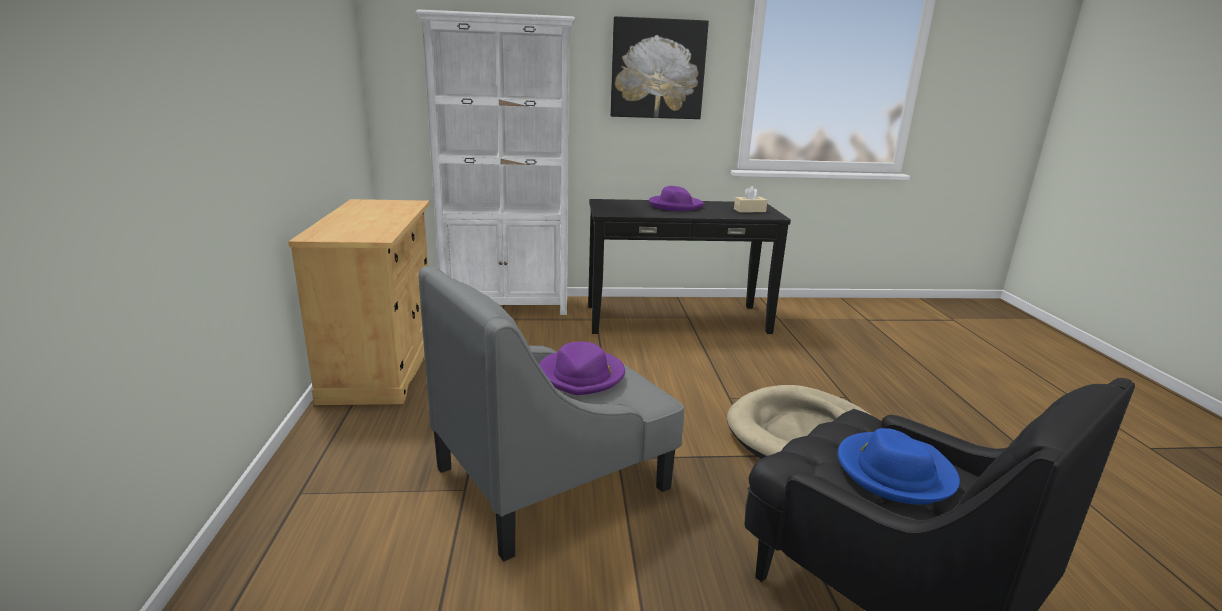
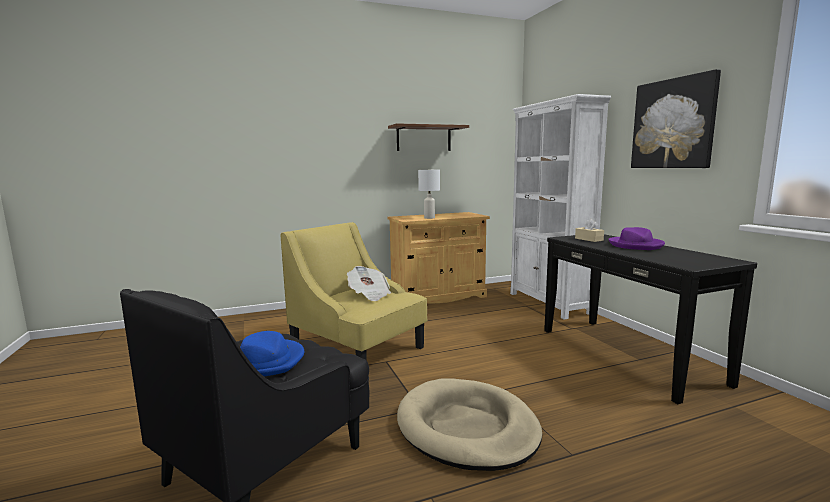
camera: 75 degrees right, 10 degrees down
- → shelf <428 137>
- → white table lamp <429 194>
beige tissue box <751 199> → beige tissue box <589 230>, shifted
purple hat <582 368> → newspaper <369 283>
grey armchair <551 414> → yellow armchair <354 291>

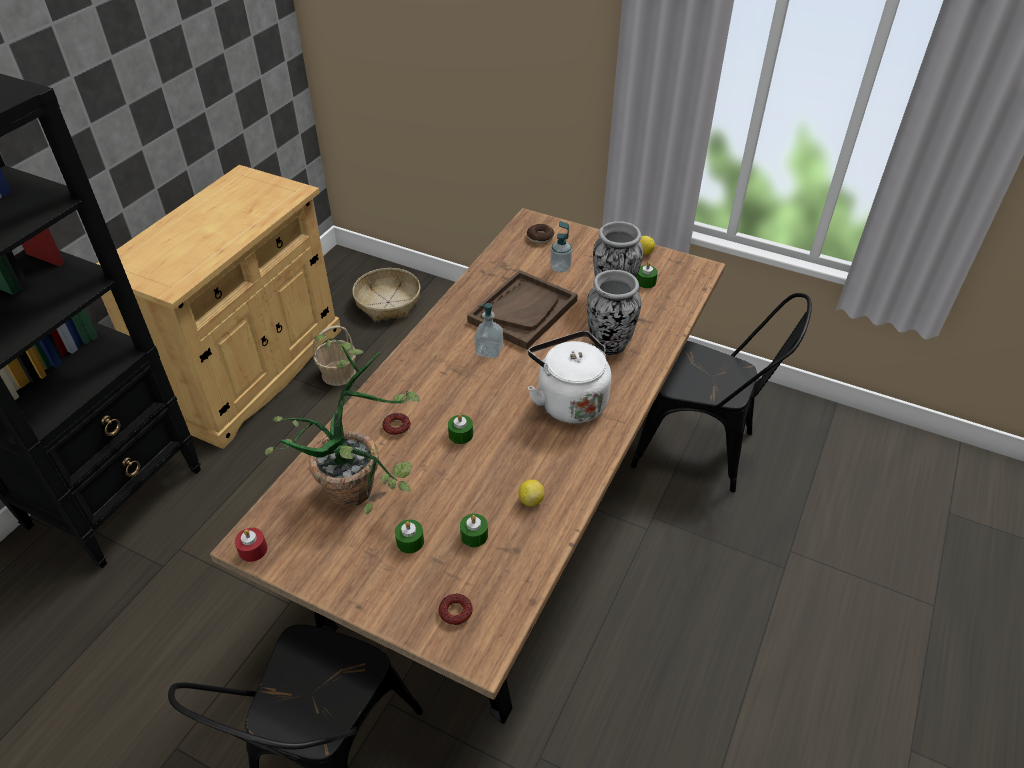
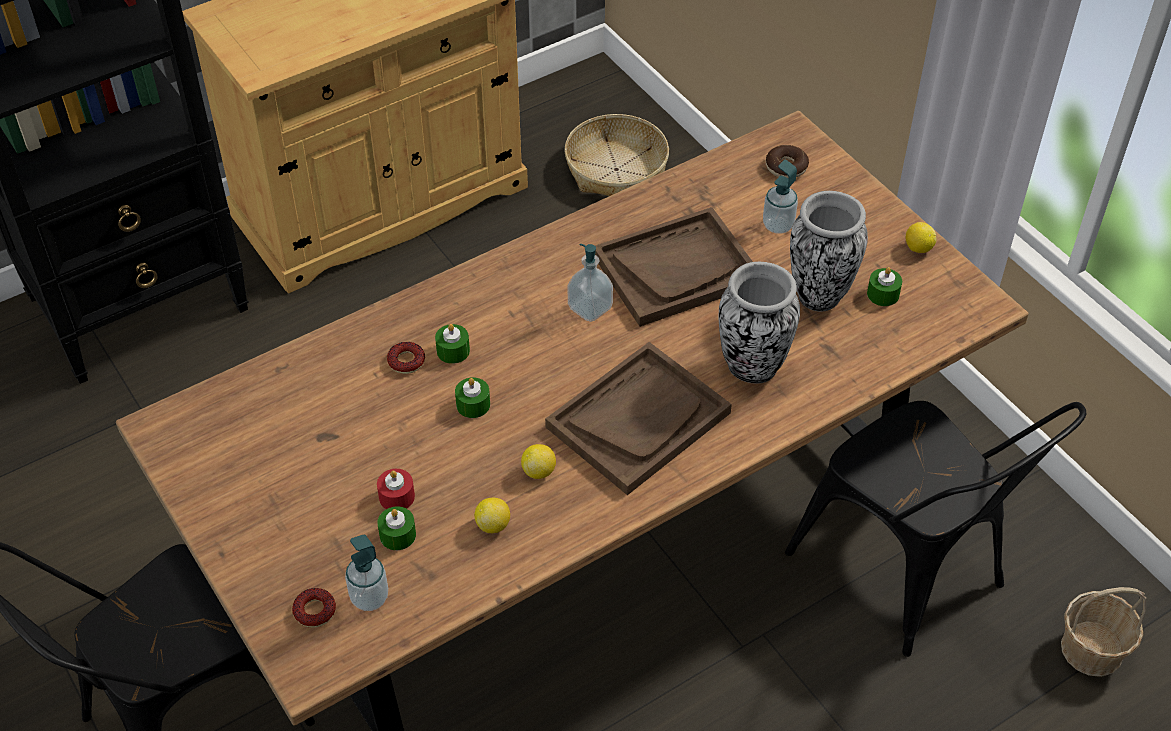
camera: 30 degrees right, 5 degrees up
potted plant <342 424> → -
- → soap dispenser <366 573>
- → lemon <538 461>
red candle <251 545> → red candle <396 489>, shifted
basket <334 356> → basket <1103 632>, shifted
green candle <409 536> → green candle <452 344>, shifted
white kettle <569 377> → brown tray <638 418>

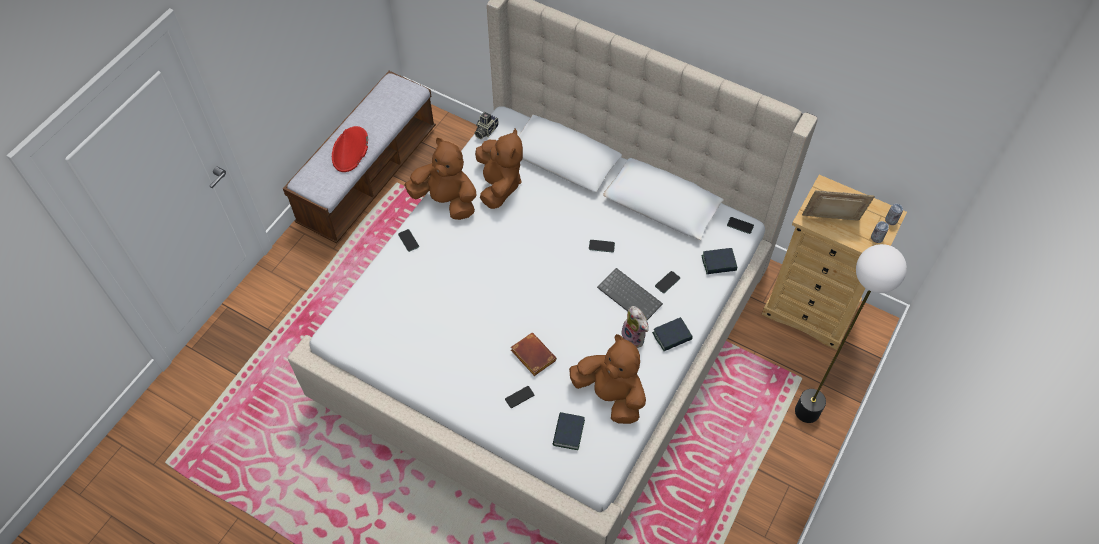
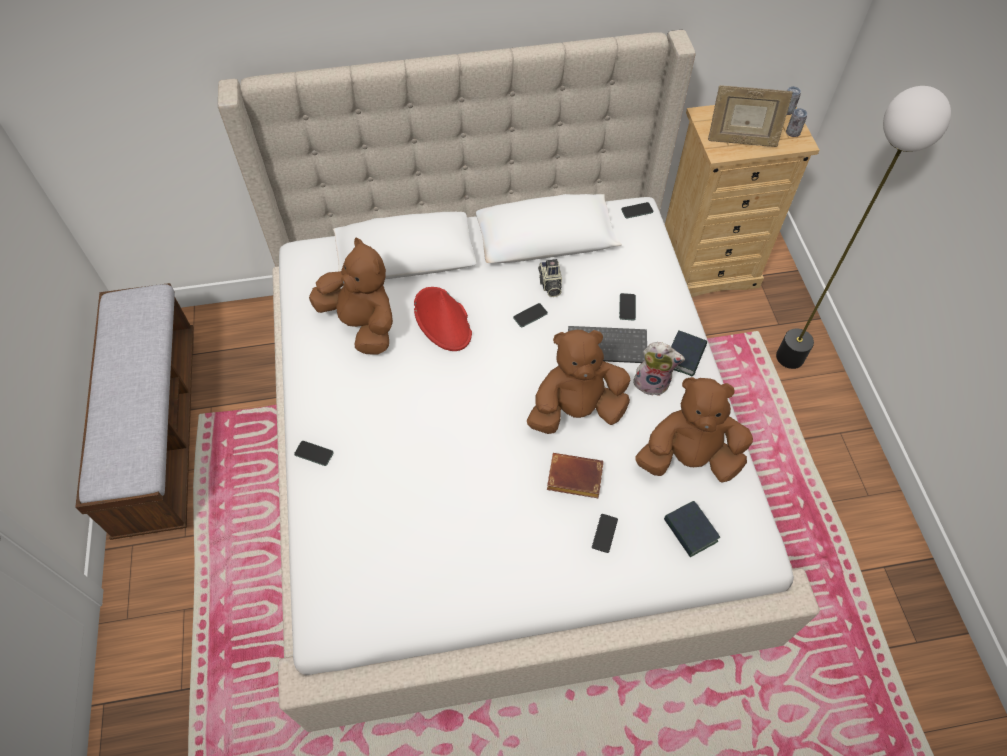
camera: 40 degrees left, 0 degrees up
book <719 261> → -
red hat <350 149> → red hat <443 319>, shifted
brown plush toy <440 179> → brown plush toy <578 382>, shifted
photo camera <486 125> → photo camera <550 278>, shifted
picture frame <838 205> → picture frame <750 116>, 135 degrees counterclockwise

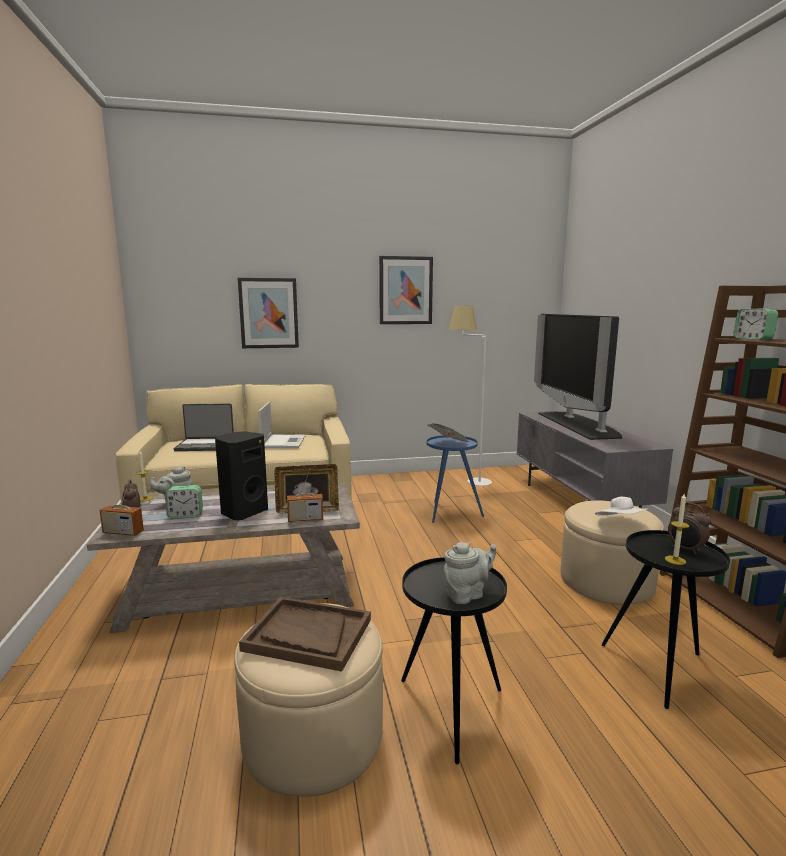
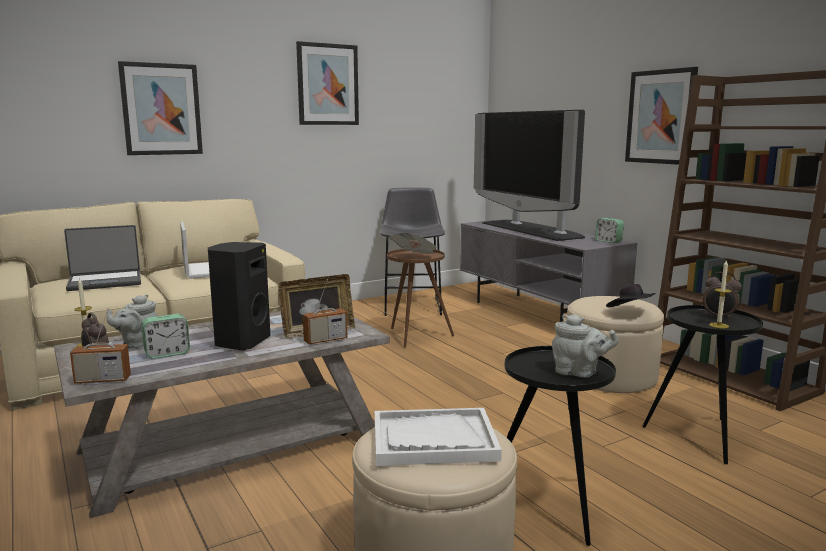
camera: 20 degrees left, 0 degrees up
- → picture <661 116>
alarm clock <756 324> → alarm clock <609 230>, shifted
white floor lamp <470 396> → grey stool <412 251>
brown tray <305 634> → white tray <438 437>
blue side table <455 479> → brown side table <420 298>
white hat <621 506> → black hat <630 295>
grey teapot <470 573> → grey teapot <585 346>, 75 degrees clockwise

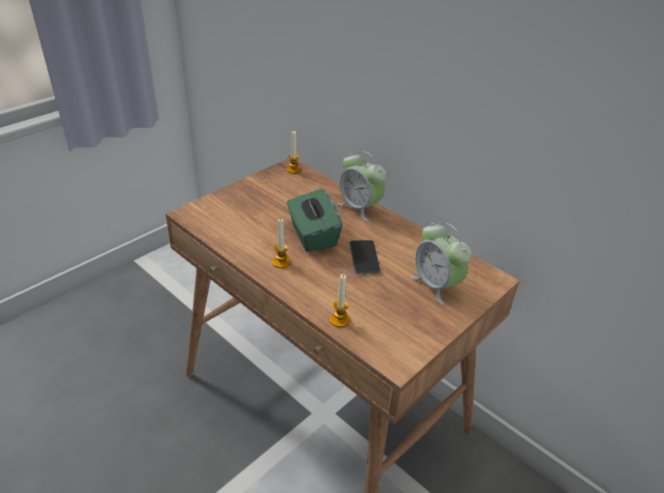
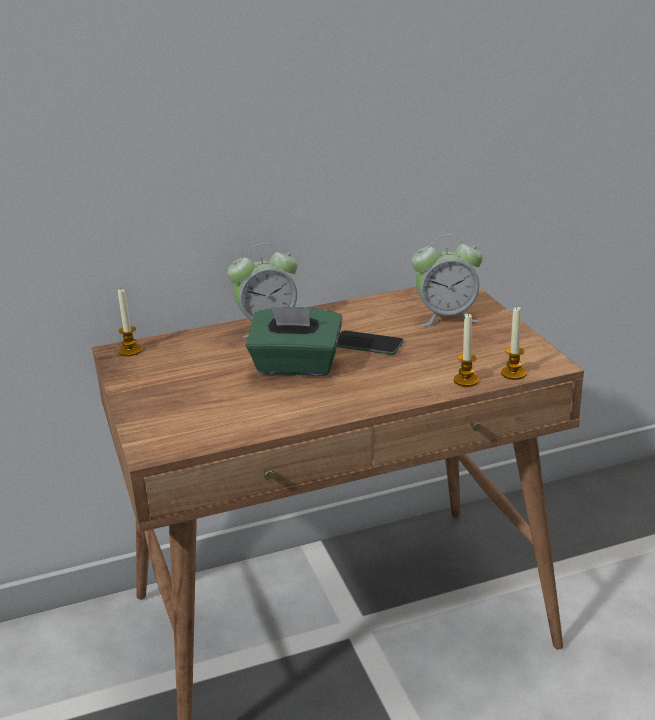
camera: 60 degrees left, 10 degrees down
candle <281 243> → candle <514 343>, shifted

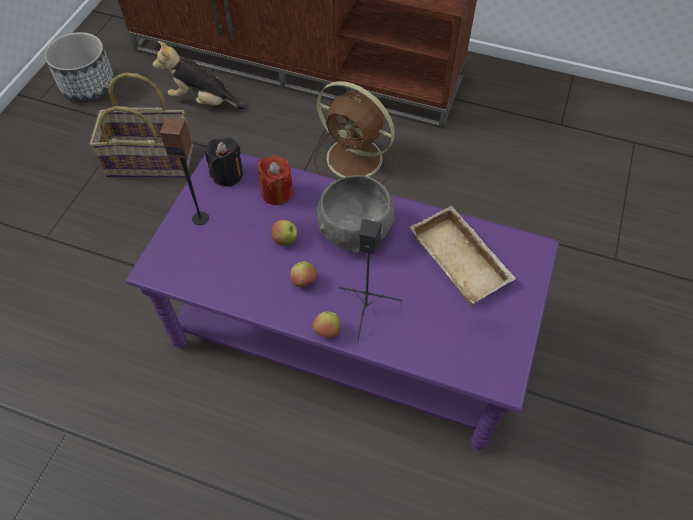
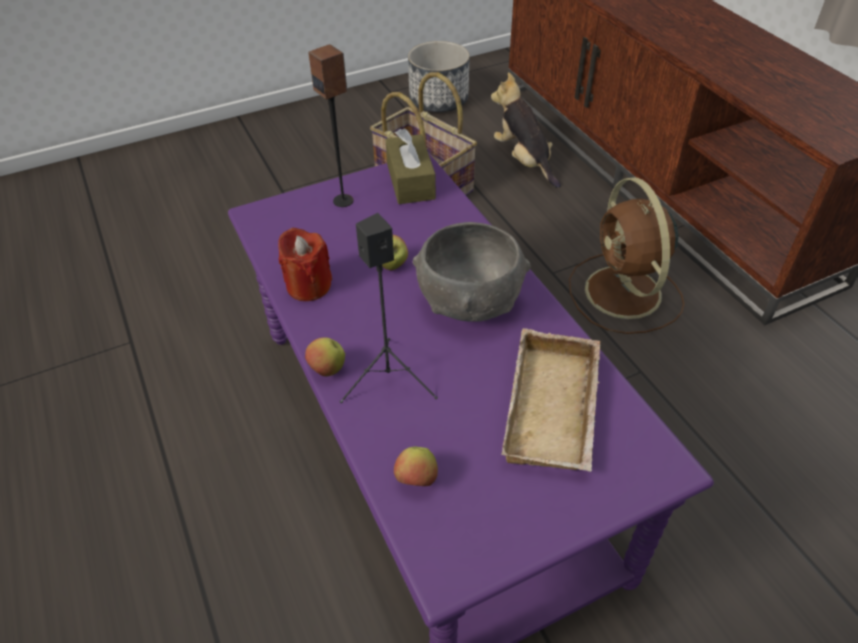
camera: 45 degrees right, 10 degrees down
red candle <275 180> → red candle <305 264>, shifted
apple <304 274> → apple <416 466>, shifted
black candle <224 162> → brown tissue box <410 166>

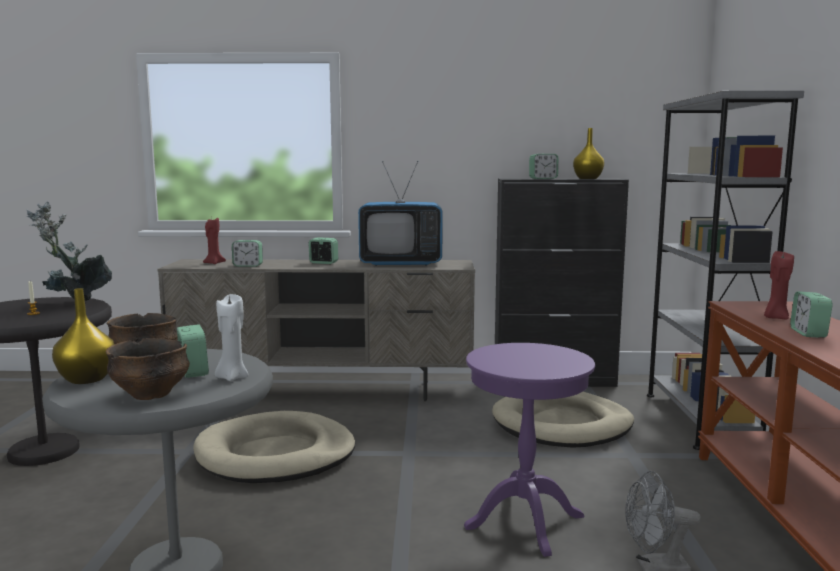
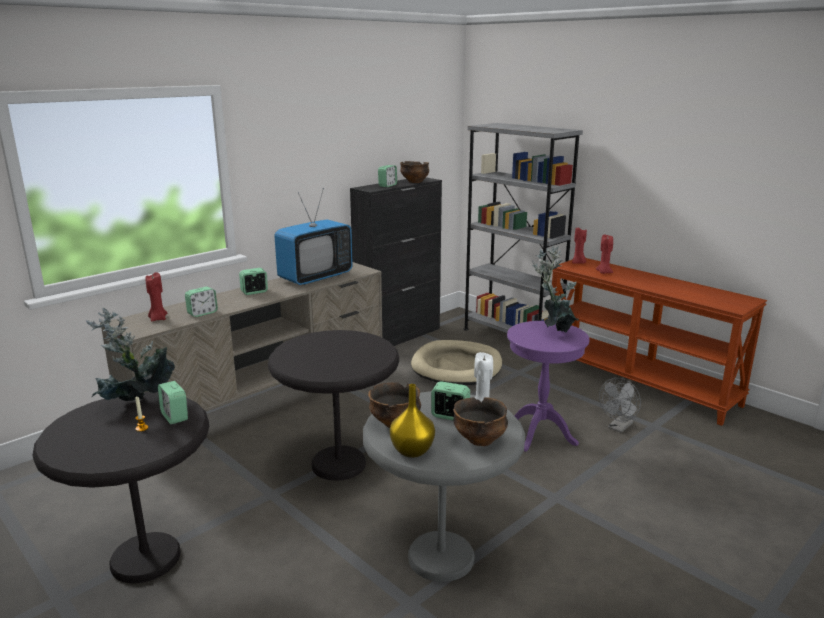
camera: 45 degrees left, 10 degrees up
- → potted plant <555 289>
- → red candle <579 246>
alarm clock <811 314> → alarm clock <173 402>, shifted
beige dog bed <274 447> → black side table <333 405>
yellow vase <588 153> → bowl <414 172>

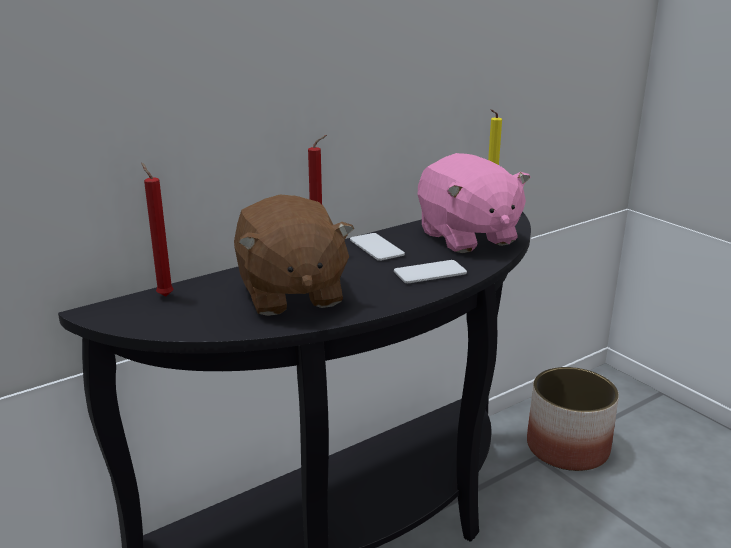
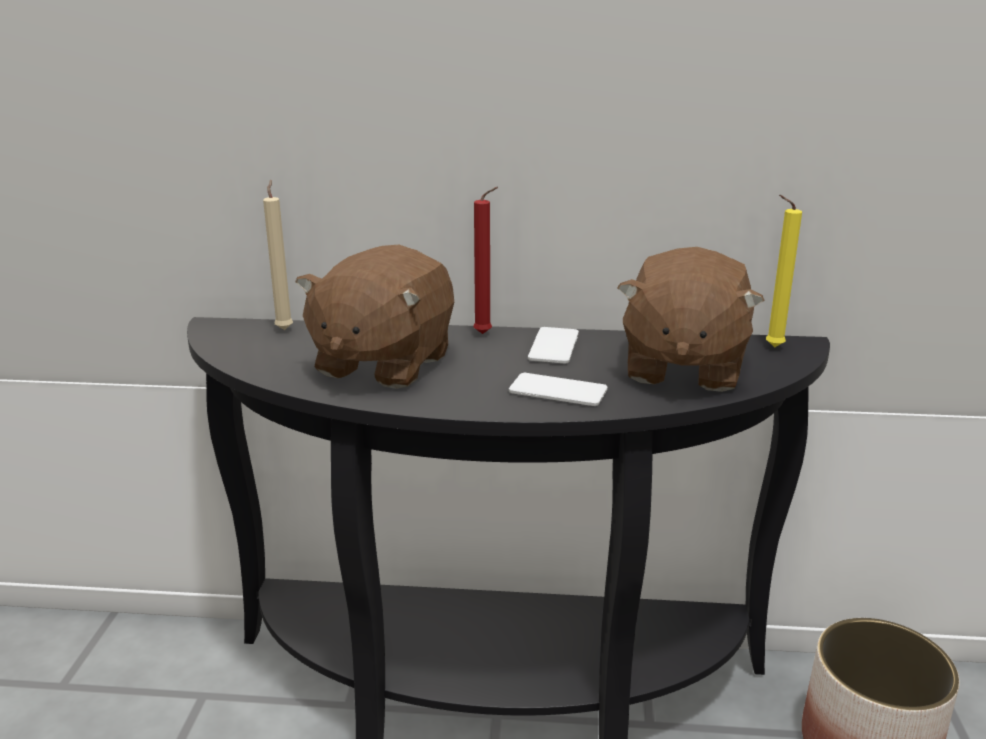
camera: 40 degrees right, 0 degrees up
red candle <157 230> → beige candle <278 255>
pink plush toy <474 203> → brown plush toy <691 319>

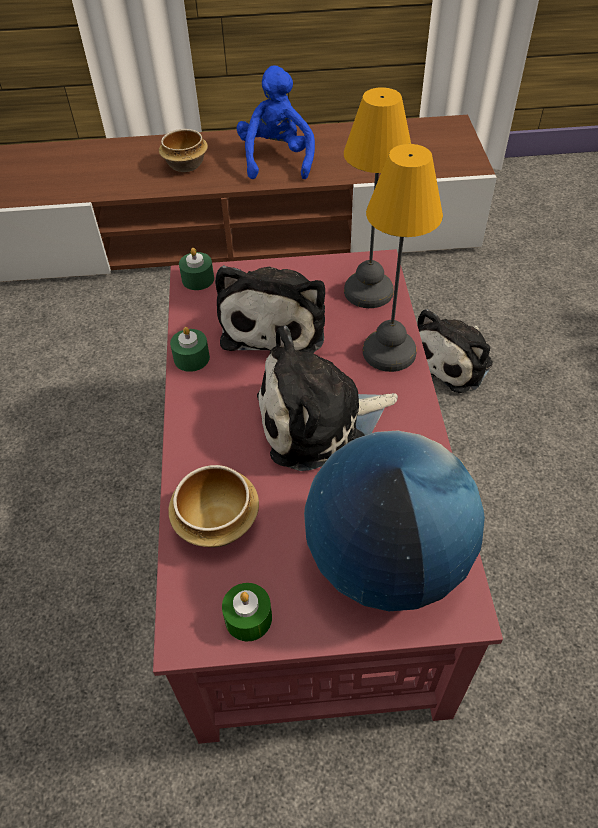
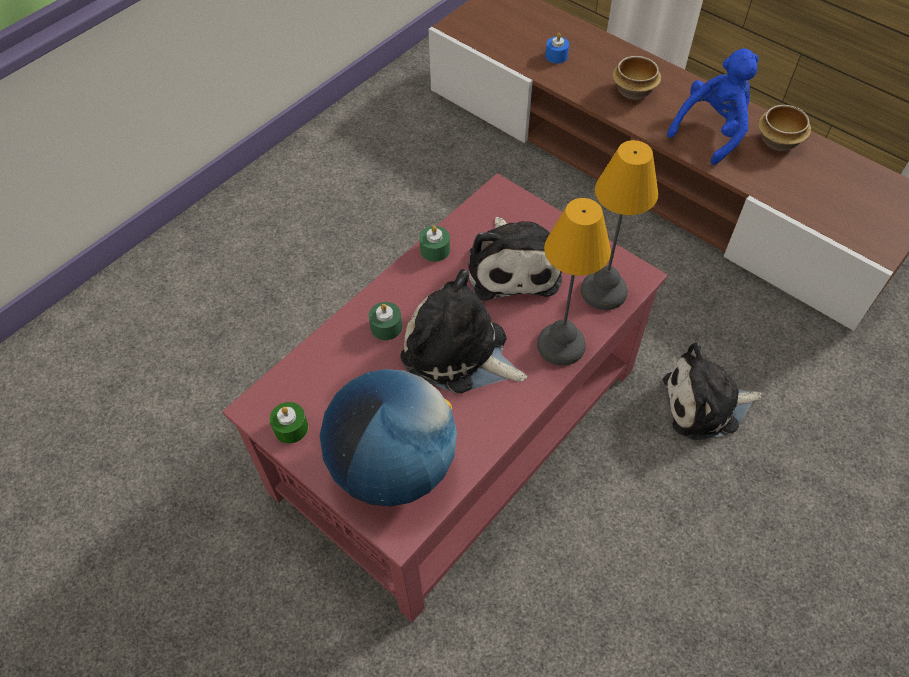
camera: 45 degrees right, 5 degrees up
- → blue candle <557 48>
bowl <213 506> → bowl <784 128>, shifted
green candle <196 269> → green candle <385 321>, shifted
plush toy <270 309> → plush toy <515 259>, 60 degrees counterclockwise

